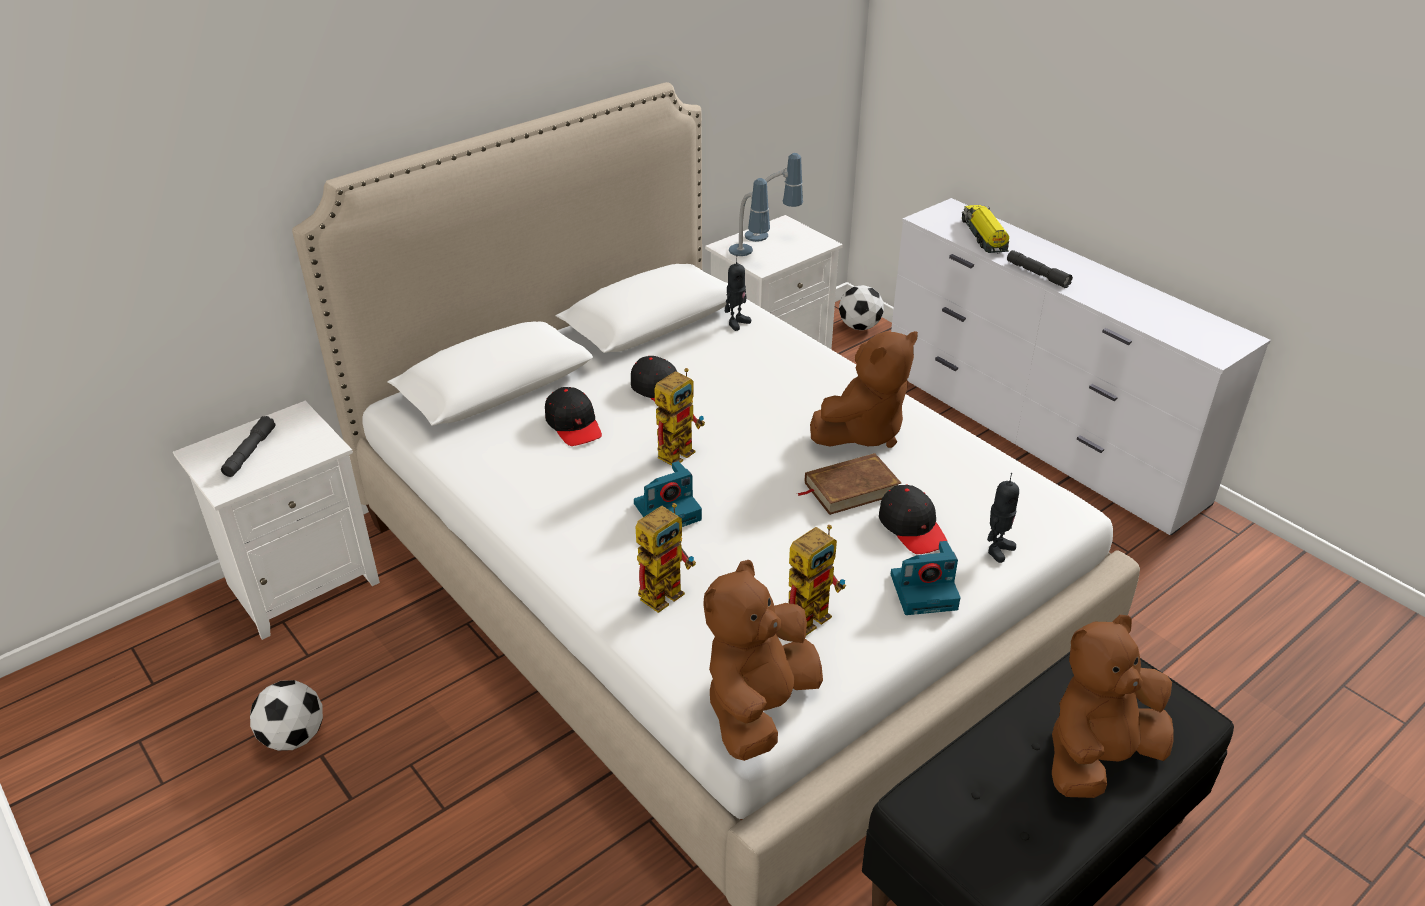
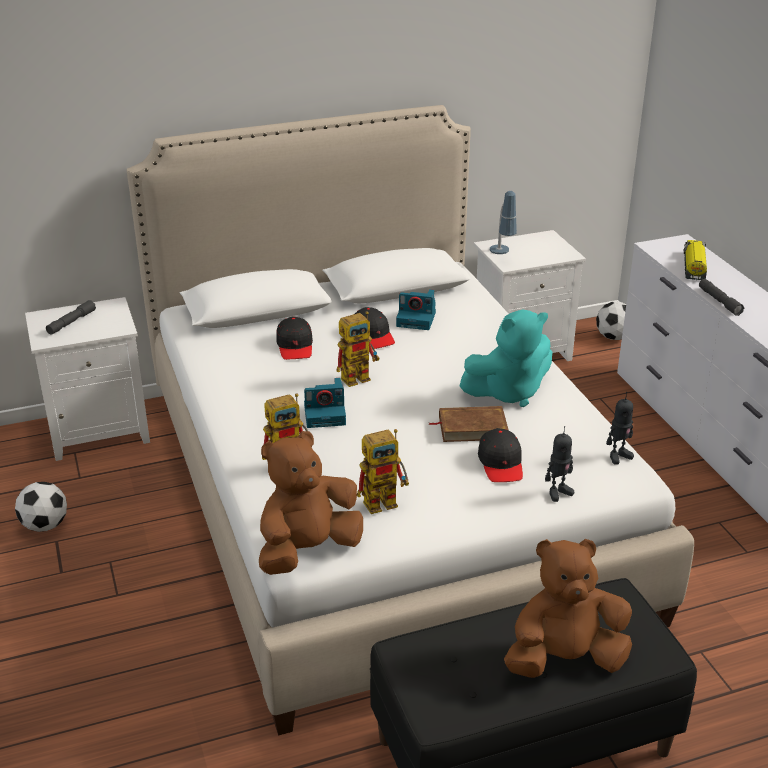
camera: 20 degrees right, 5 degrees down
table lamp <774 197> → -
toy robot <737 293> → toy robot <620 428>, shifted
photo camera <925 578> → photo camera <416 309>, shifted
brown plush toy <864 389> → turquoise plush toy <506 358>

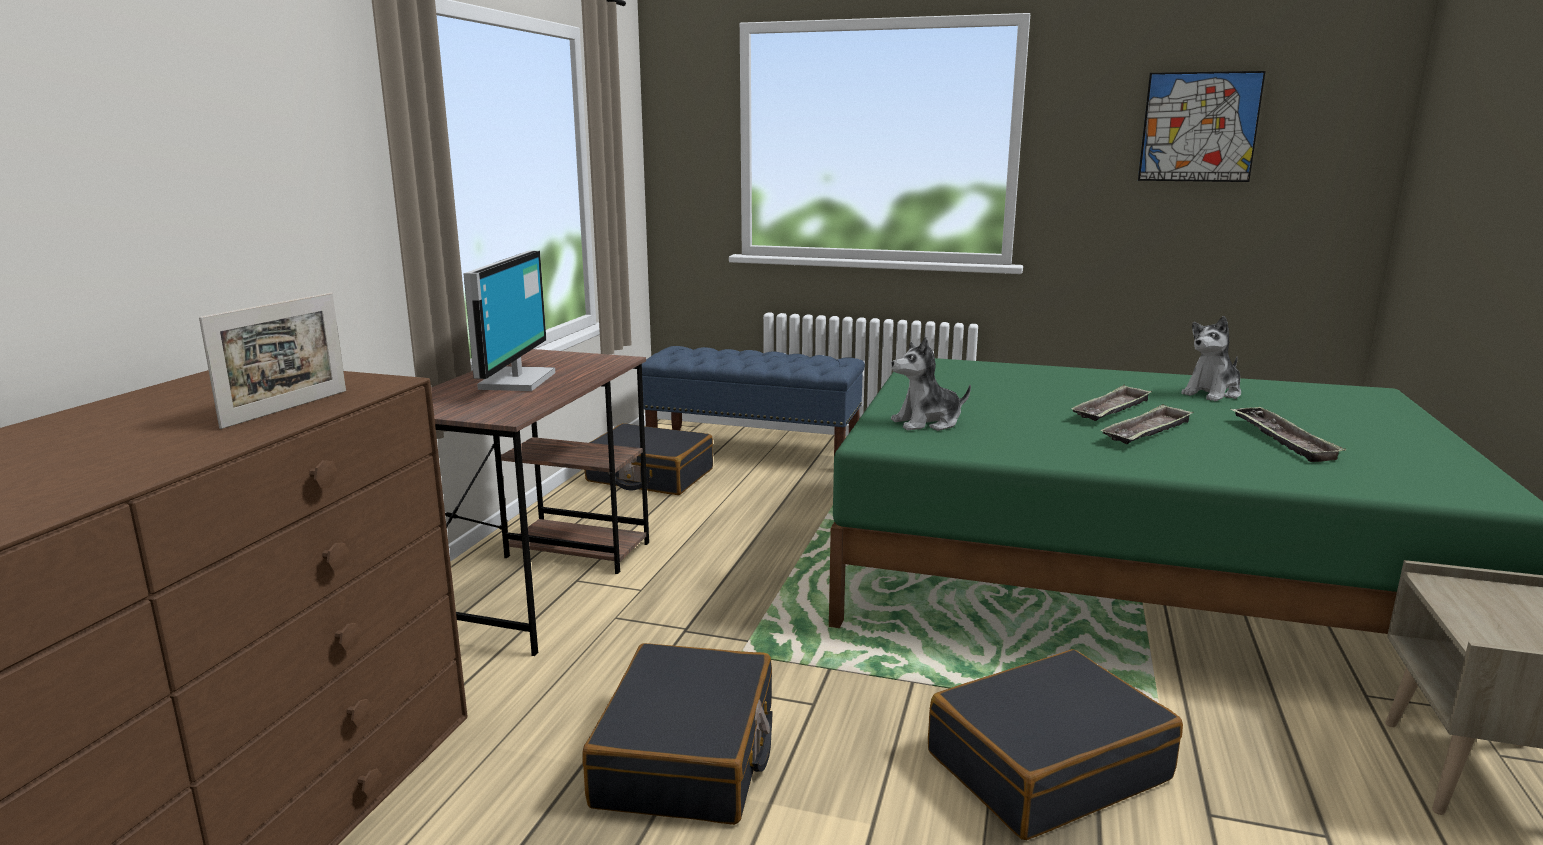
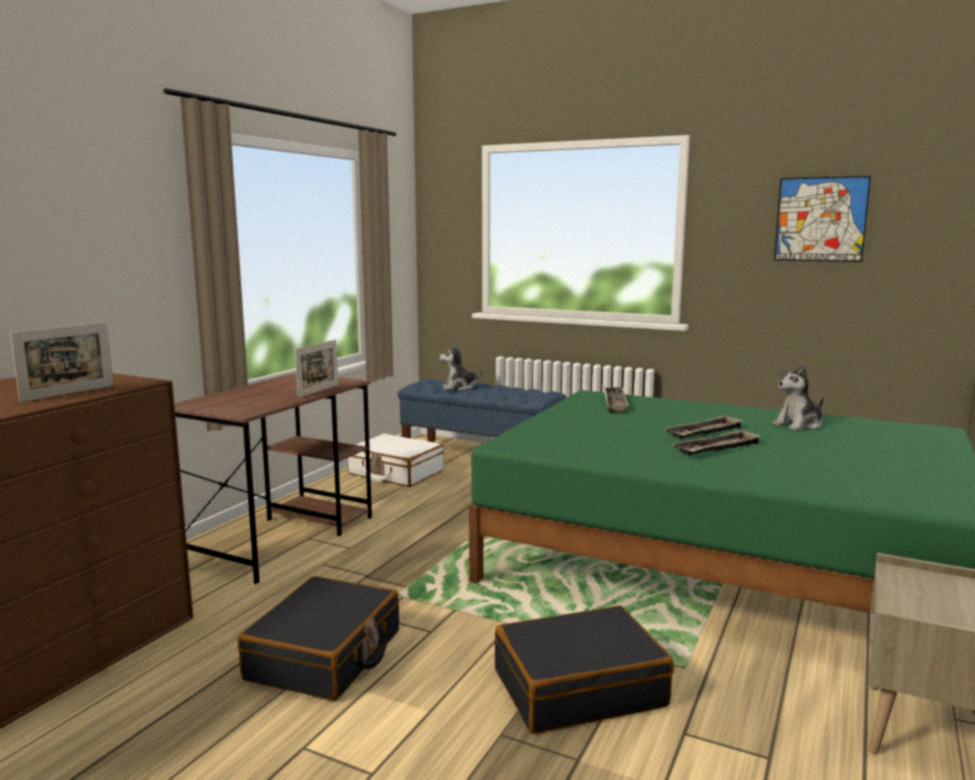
camera: 10 degrees right, 5 degrees down
monitor <509 321> → -
- → picture frame <316 369>
plush toy <931 384> → plush toy <461 367>, shifted
tray <1288 434> → tray <616 400>, shifted
black suitcase <649 459> → white suitcase <396 460>

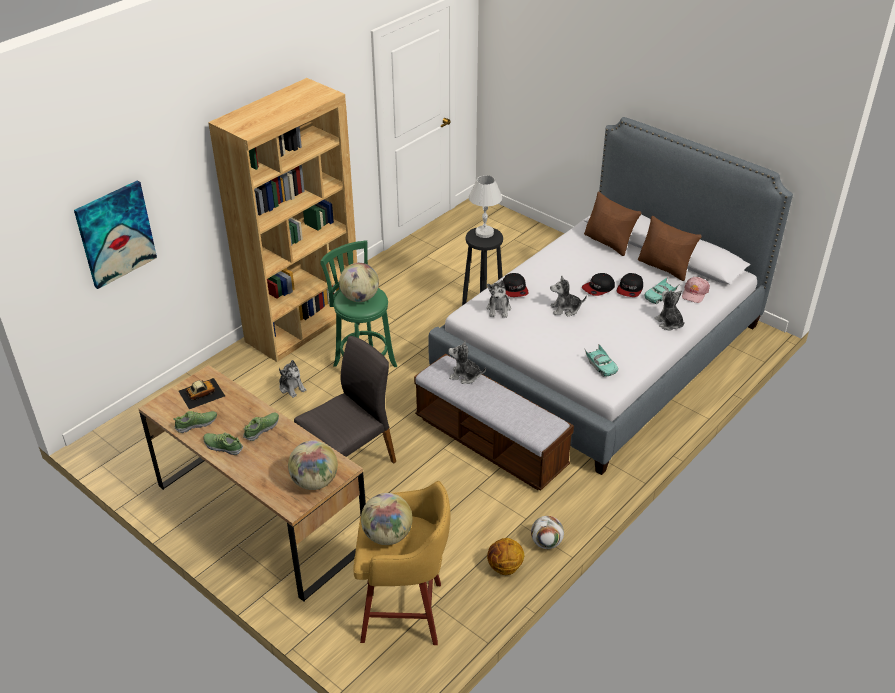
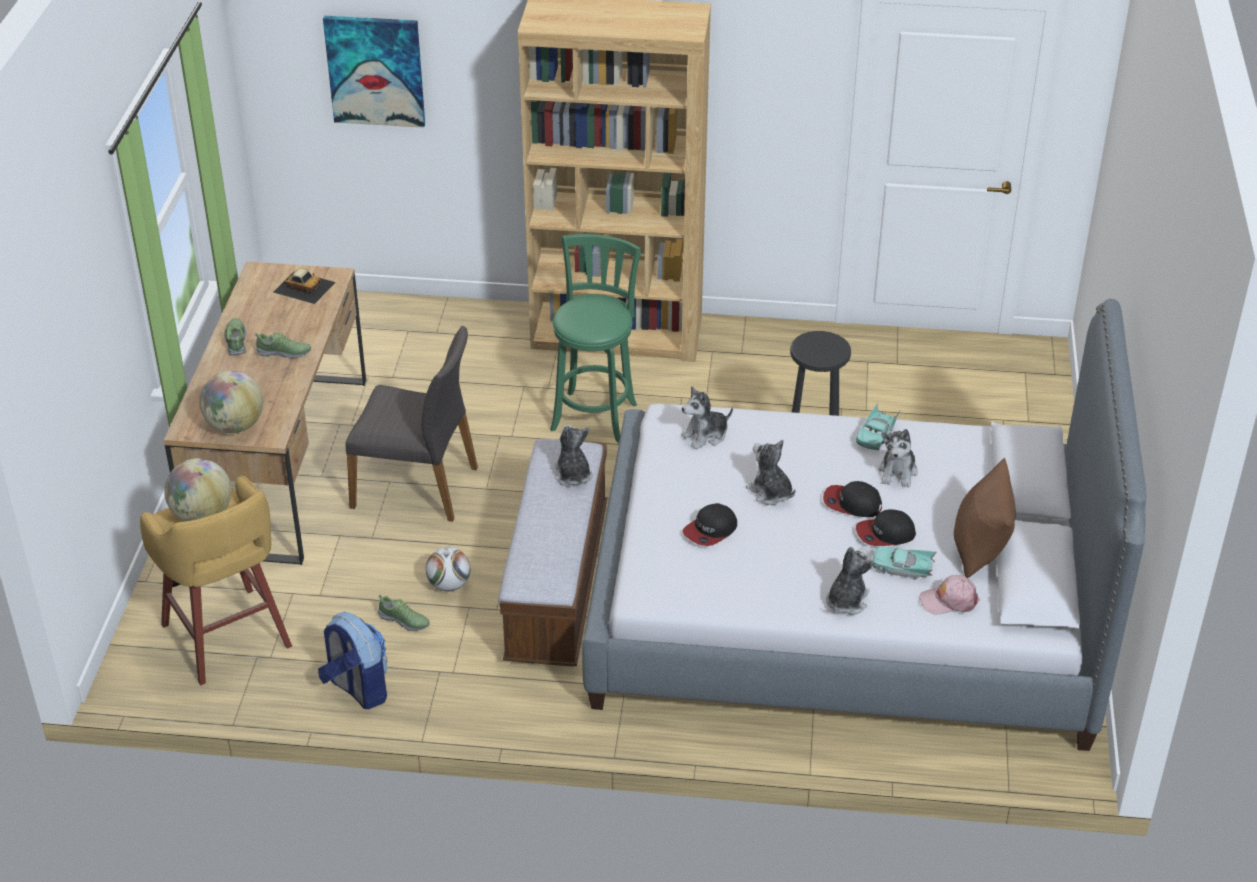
camera: 55 degrees right, 0 degrees up
globe <359 282> → -
white table lamp <485 206> → -
brown pillow <612 223> → -
shoe <195 422> → shoe <404 613>, shifted
plush toy <292 379> → plush toy <898 458>, shifted
cap <516 285> → cap <709 524>, shifted
football <547 532> → football <448 569>, shifted
turquoise toy car <601 360> → turquoise toy car <878 426>, shifted
basketball <505 556> → backpack <353 660>

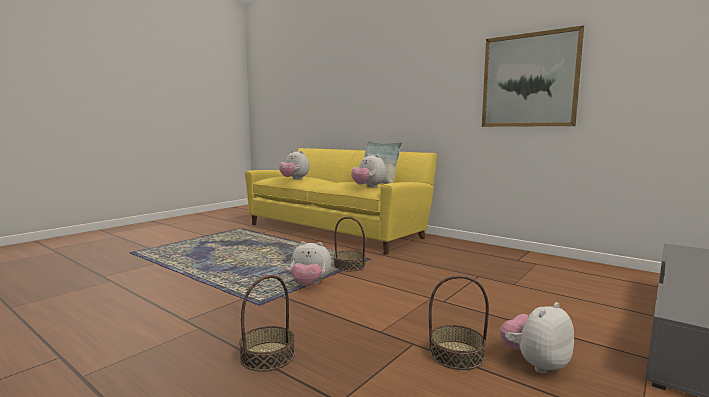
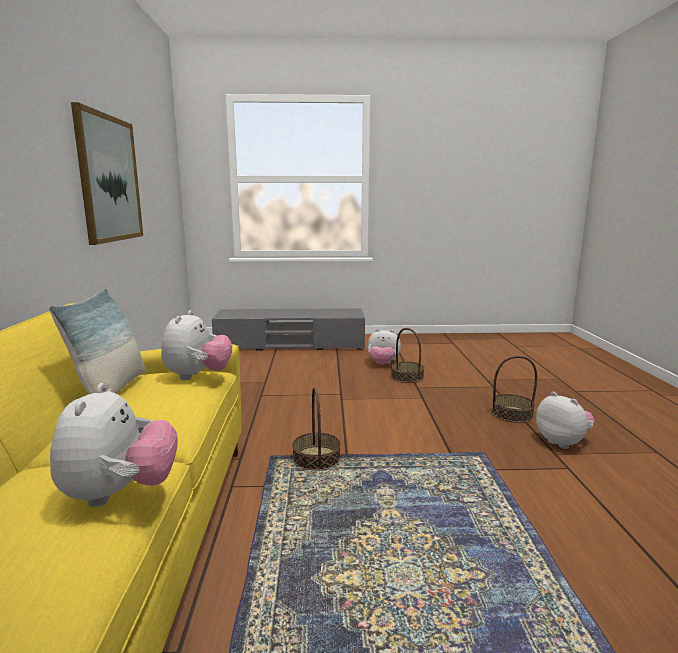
camera: 130 degrees left, 5 degrees up
plush toy <310 263> → plush toy <565 420>, shifted

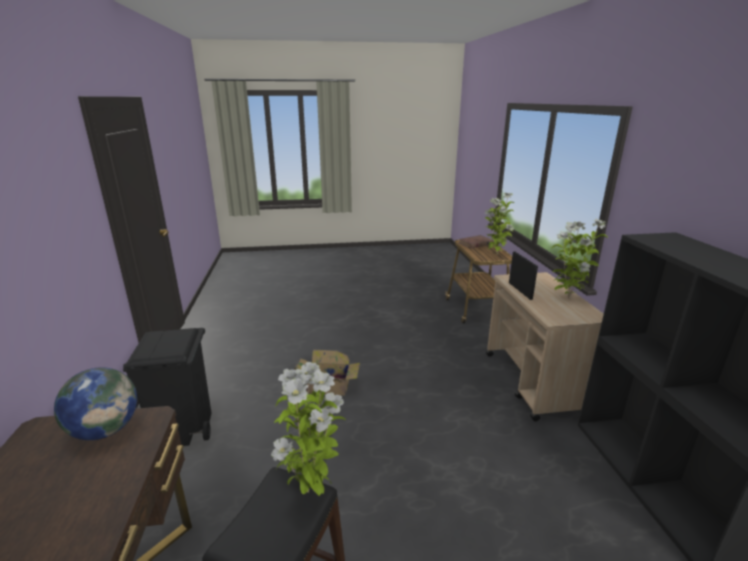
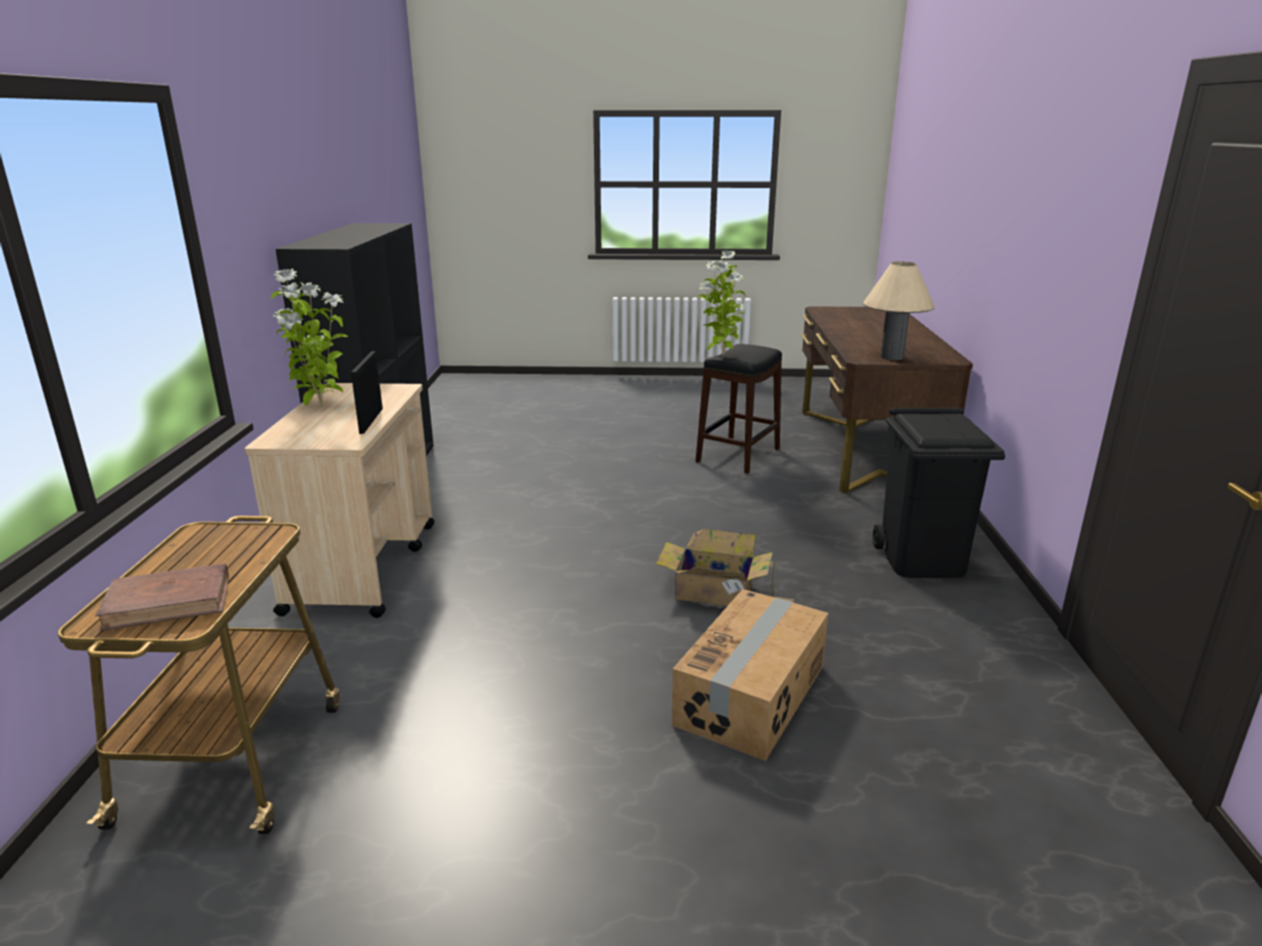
camera: 170 degrees left, 0 degrees up
potted plant <499 223> → -
- → cardboard box <750 675>
globe <95 403> → beige table lamp <899 311>

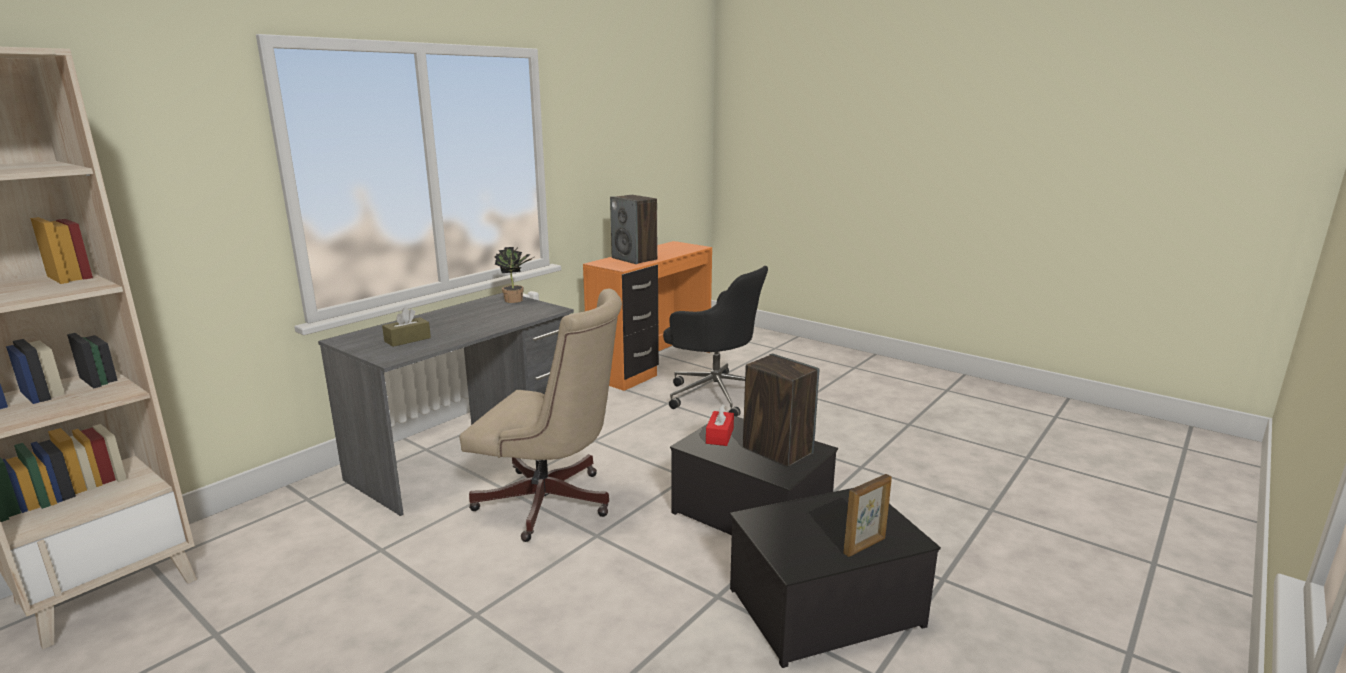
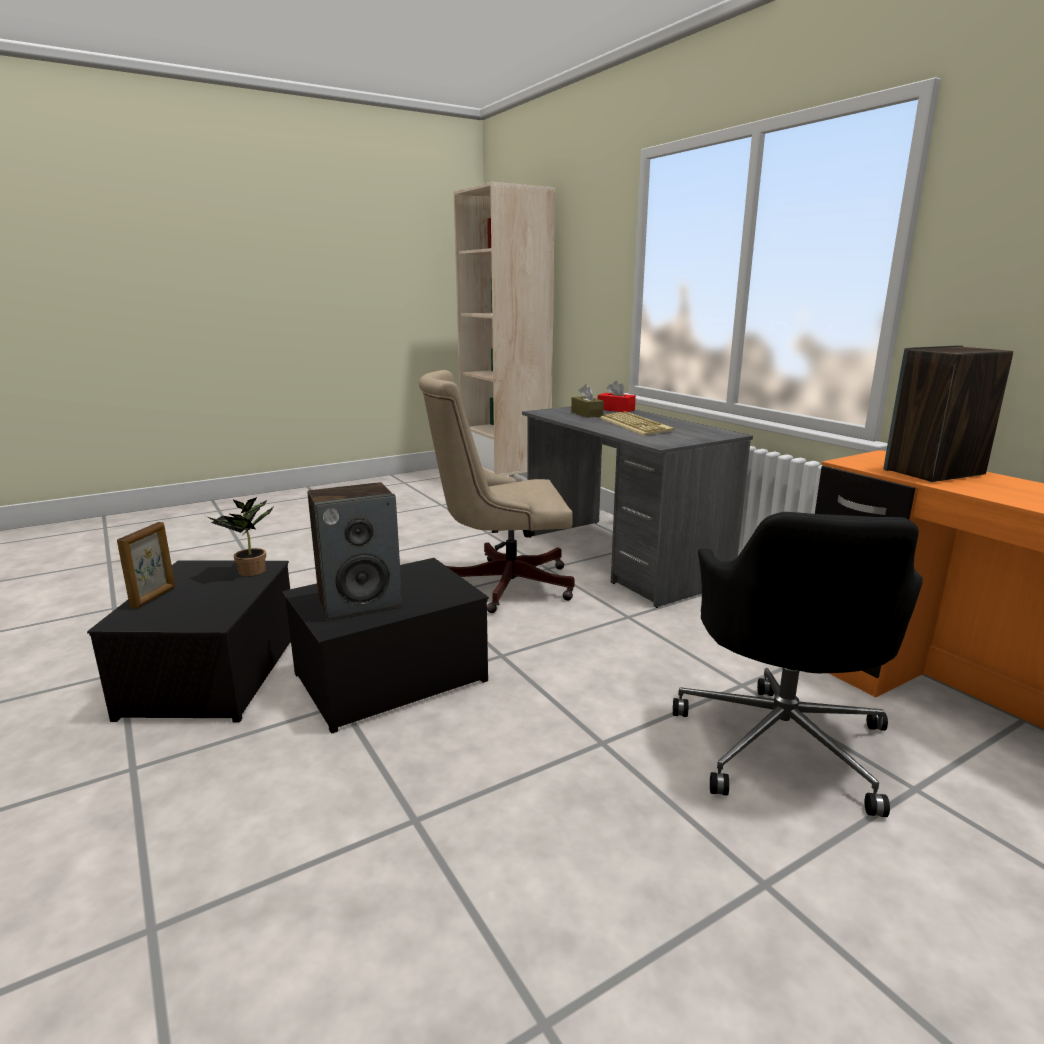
camera: 110 degrees right, 0 degrees up
- → keyboard <637 423>
potted plant <514 275> → potted plant <240 536>, shifted
red tissue box <720 425> → red tissue box <617 396>, shifted
beige office chair <541 415> → beige office chair <497 491>, 45 degrees clockwise
black office chair <715 341> → black office chair <798 664>, 45 degrees counterclockwise
picture frame <867 515> → picture frame <146 565>, 150 degrees counterclockwise

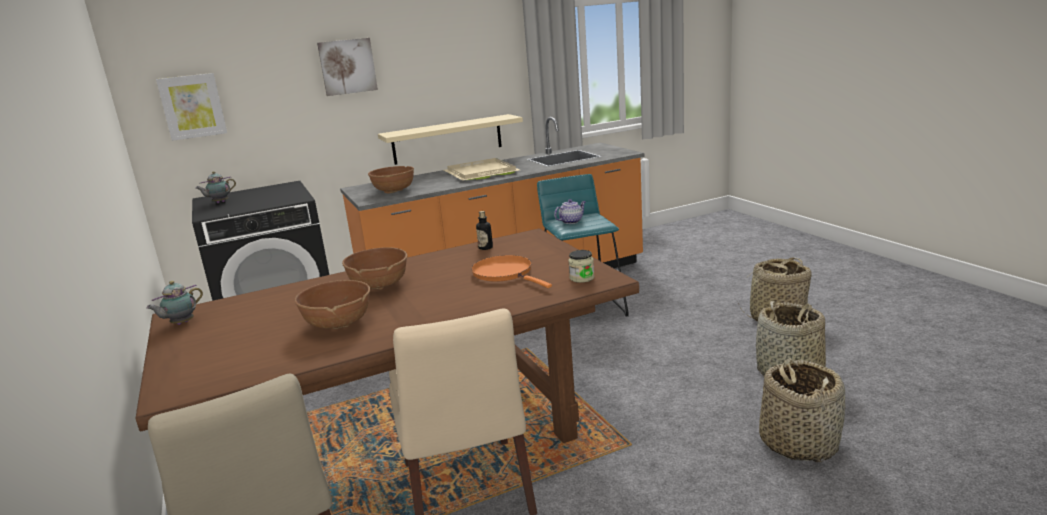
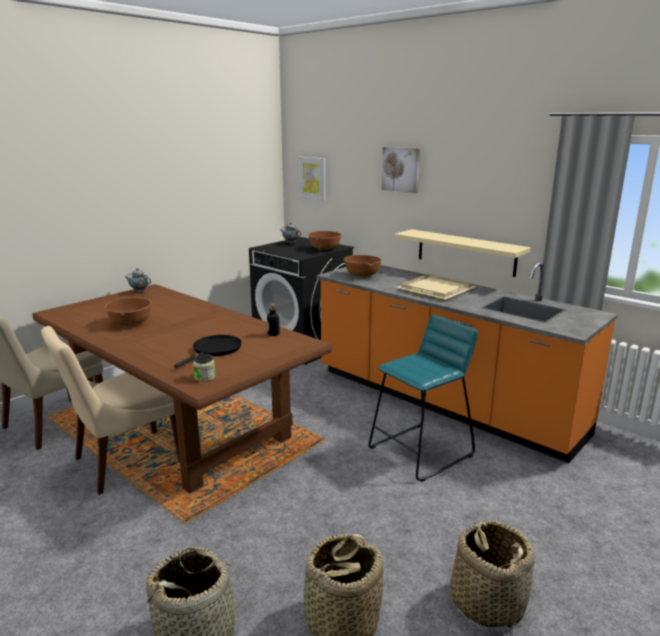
camera: 65 degrees right, 0 degrees up
teapot <570 211> → -
brown bowl <374 268> → brown bowl <325 240>, shifted
orange frying pan <511 271> → black frying pan <208 351>

